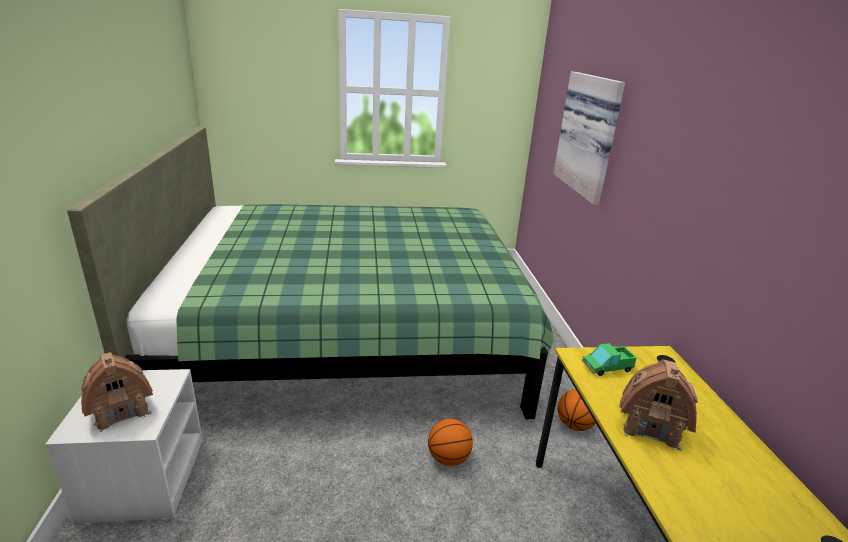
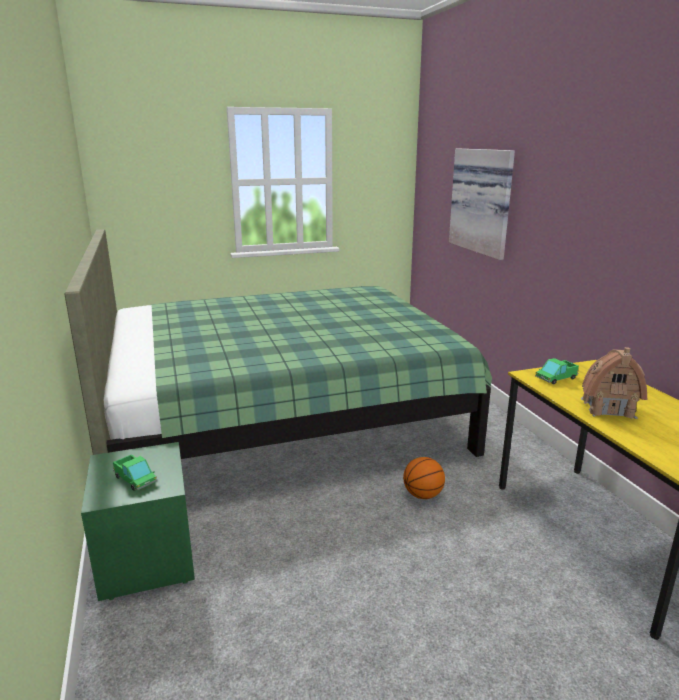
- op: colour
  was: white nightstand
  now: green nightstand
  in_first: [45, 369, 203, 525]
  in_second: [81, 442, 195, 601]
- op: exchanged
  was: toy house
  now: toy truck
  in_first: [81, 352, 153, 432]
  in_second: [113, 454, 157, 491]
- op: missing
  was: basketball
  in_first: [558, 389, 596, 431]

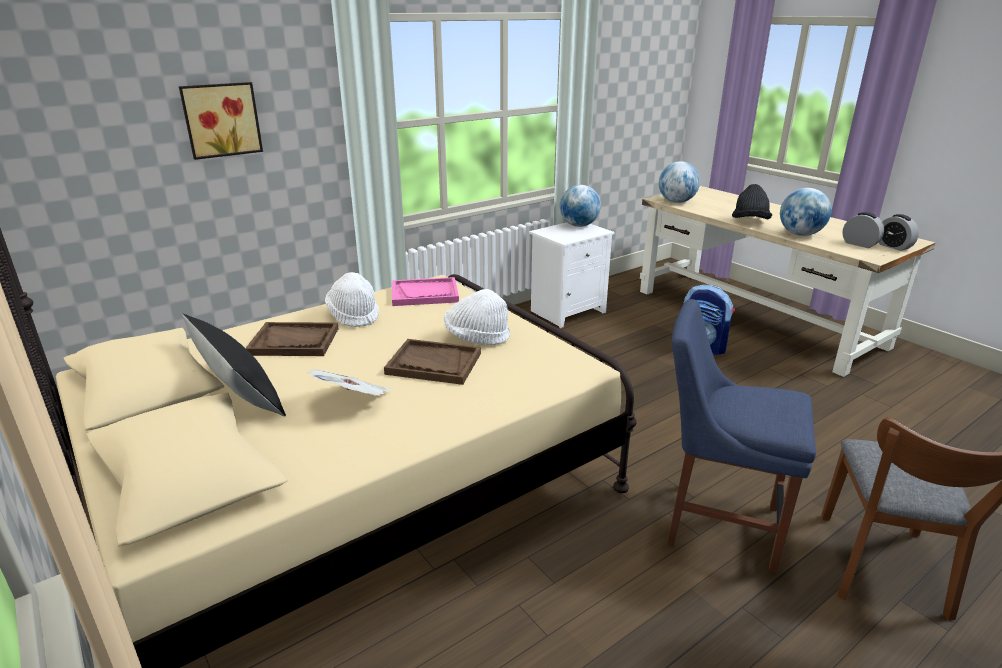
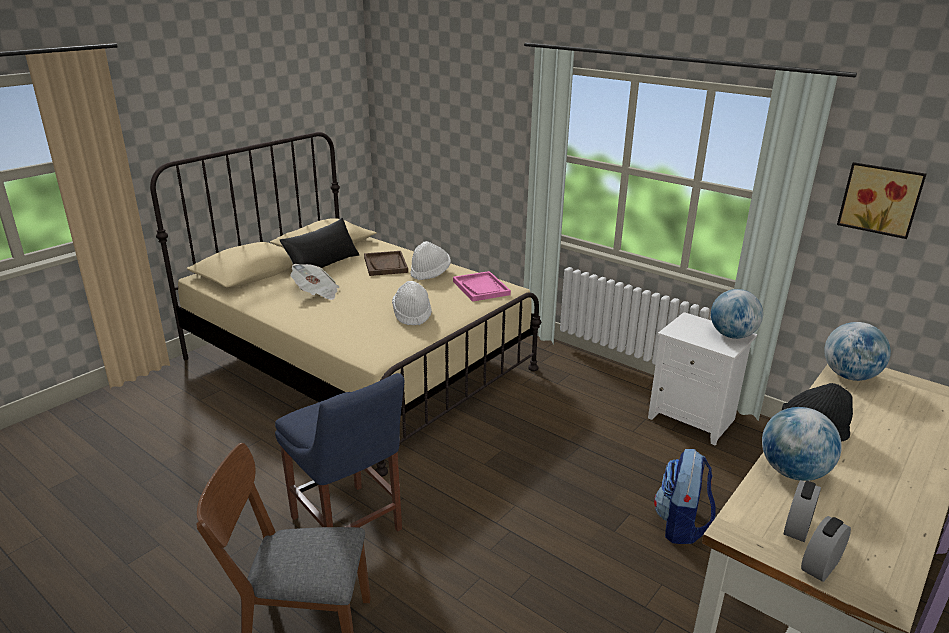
- op: relocated
  was: picture
  in_first: [179, 82, 263, 160]
  in_second: [837, 162, 926, 239]
- op: missing
  was: brown tray
  in_first: [384, 339, 481, 385]
- op: spun
  was: blue chair
  in_first: [667, 299, 816, 573]
  in_second: [275, 373, 404, 531]
  clockwise: 135

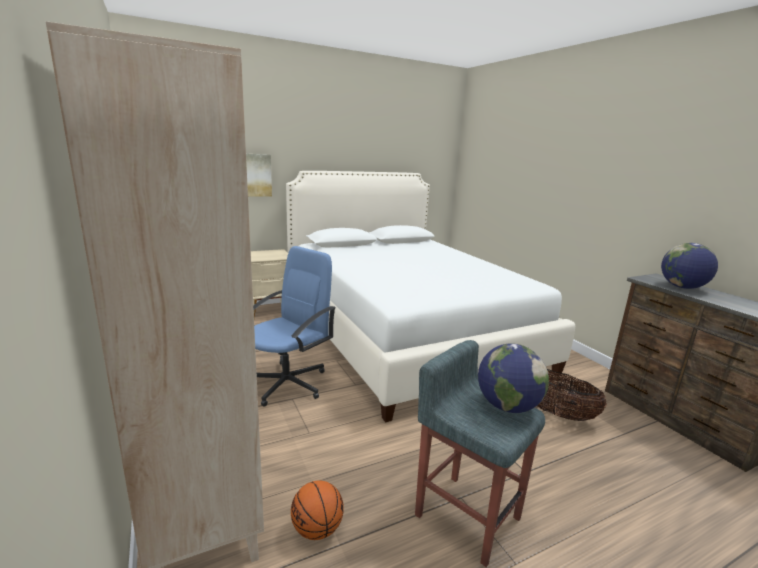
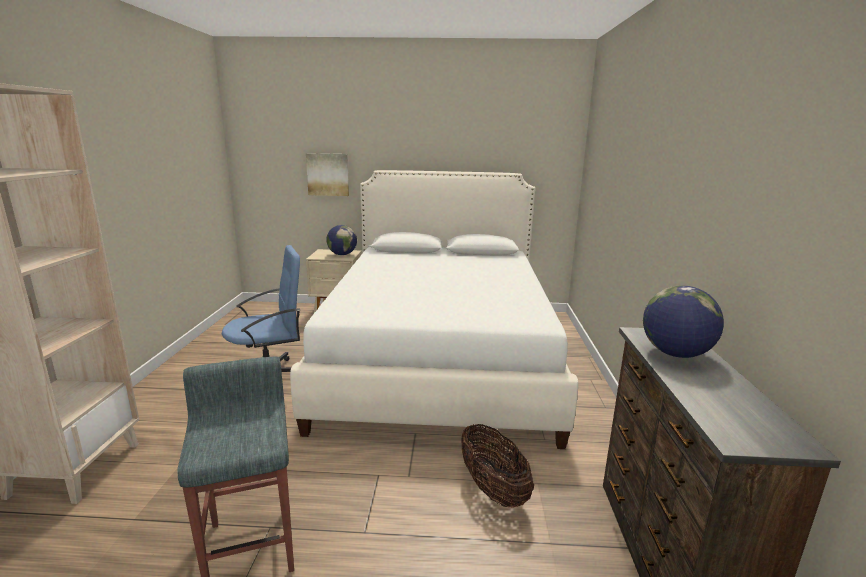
- op: missing
  was: basketball
  in_first: [291, 480, 344, 540]
- op: relocated
  was: globe
  in_first: [478, 343, 549, 413]
  in_second: [326, 225, 357, 255]

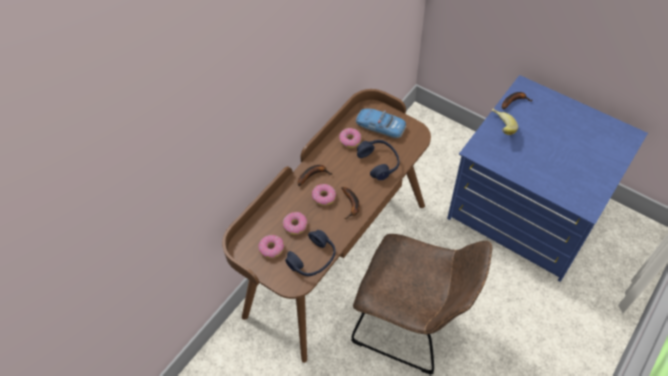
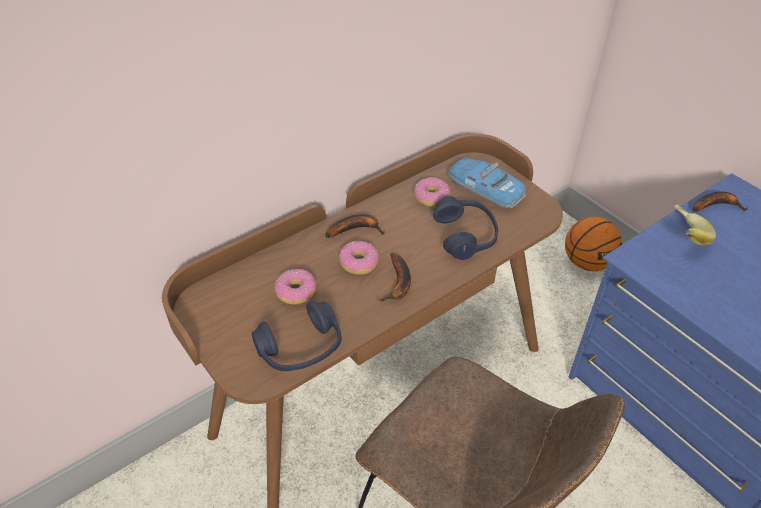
- op: missing
  was: donut
  in_first: [258, 235, 284, 258]
- op: appeared
  now: basketball
  in_second: [565, 217, 622, 271]

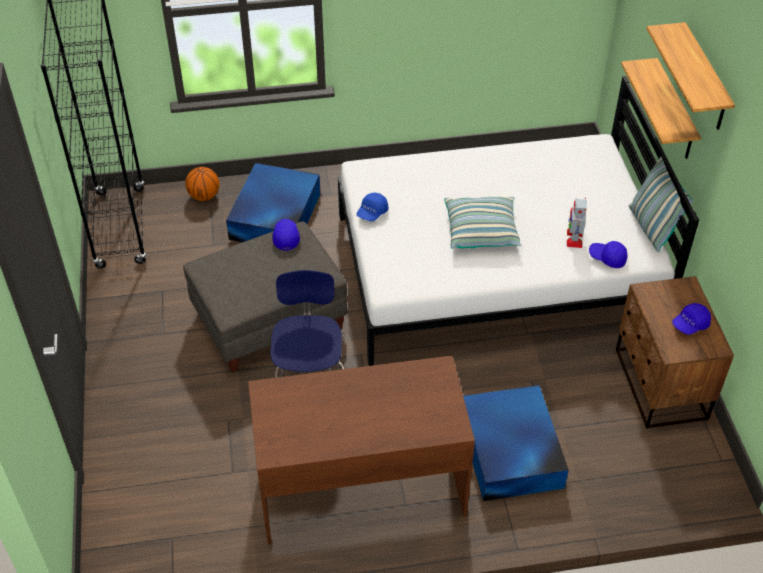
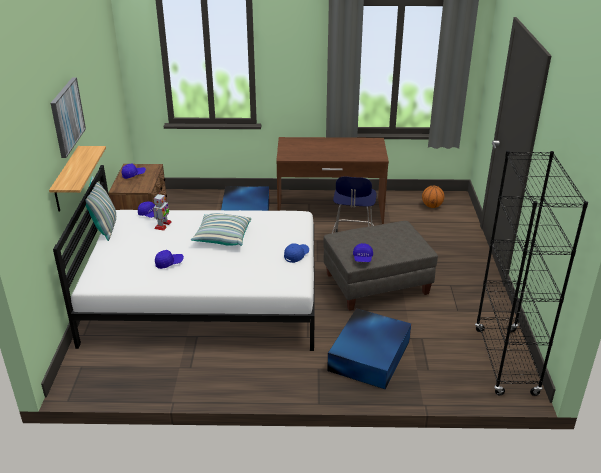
- op: relocated
  was: basketball
  in_first: [185, 167, 220, 201]
  in_second: [422, 185, 444, 208]
- op: exchanged
  was: shelf
  now: picture
  in_first: [647, 22, 735, 130]
  in_second: [51, 77, 86, 158]
- op: appeared
  now: blue cap
  in_second: [155, 250, 184, 269]

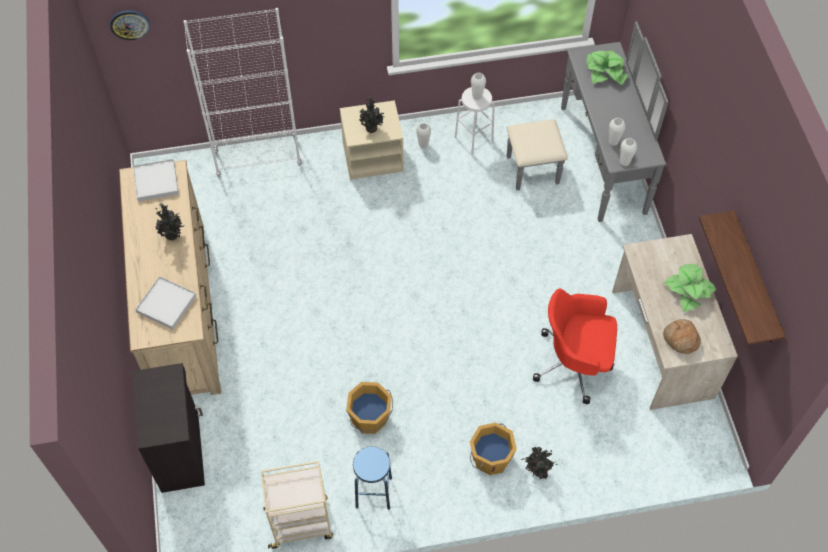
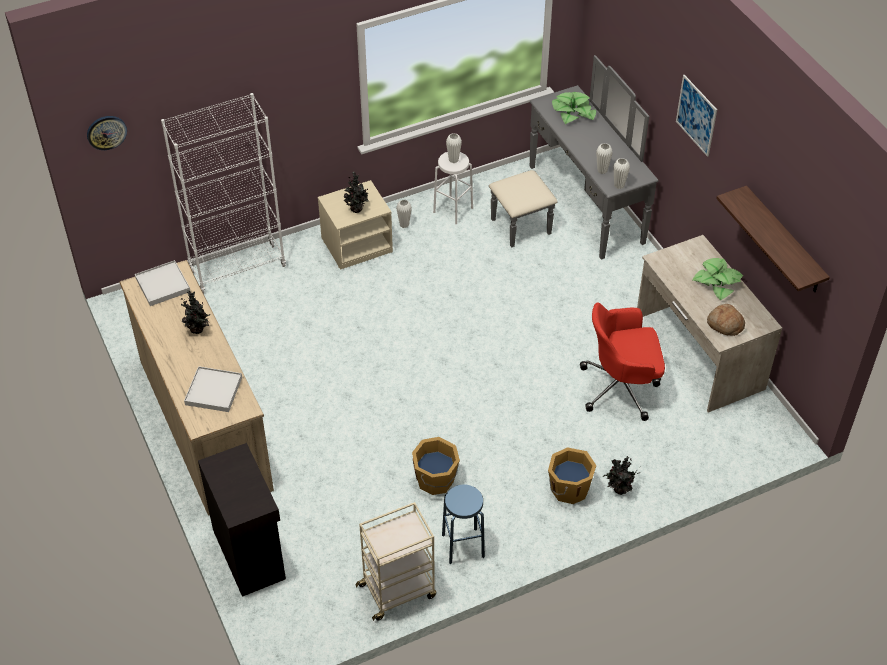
- op: appeared
  now: picture
  in_second: [676, 75, 717, 157]

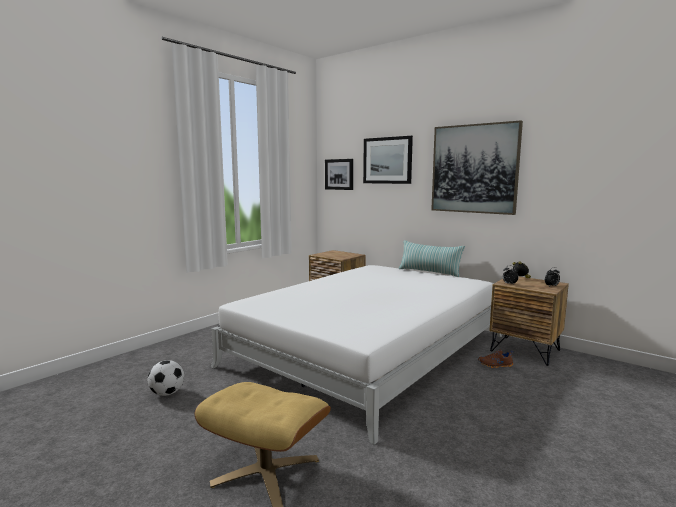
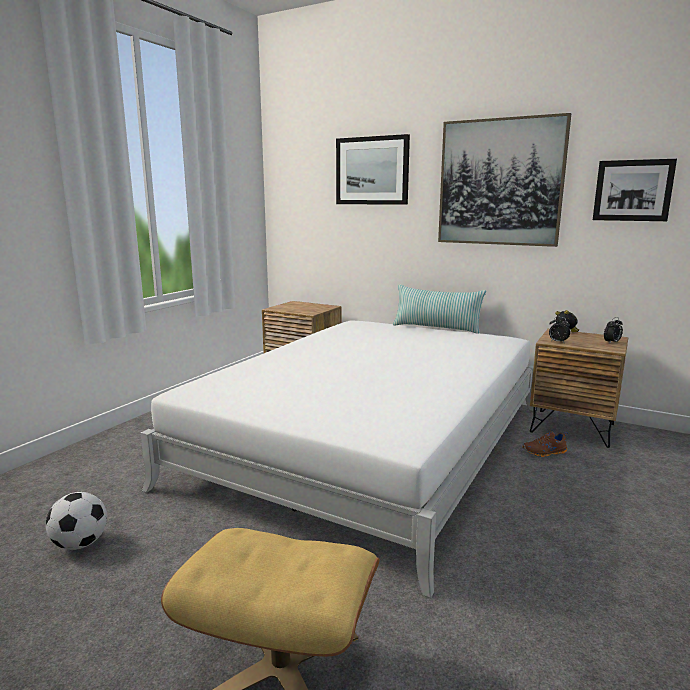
- op: relocated
  was: picture
  in_first: [325, 159, 353, 190]
  in_second: [593, 159, 677, 221]

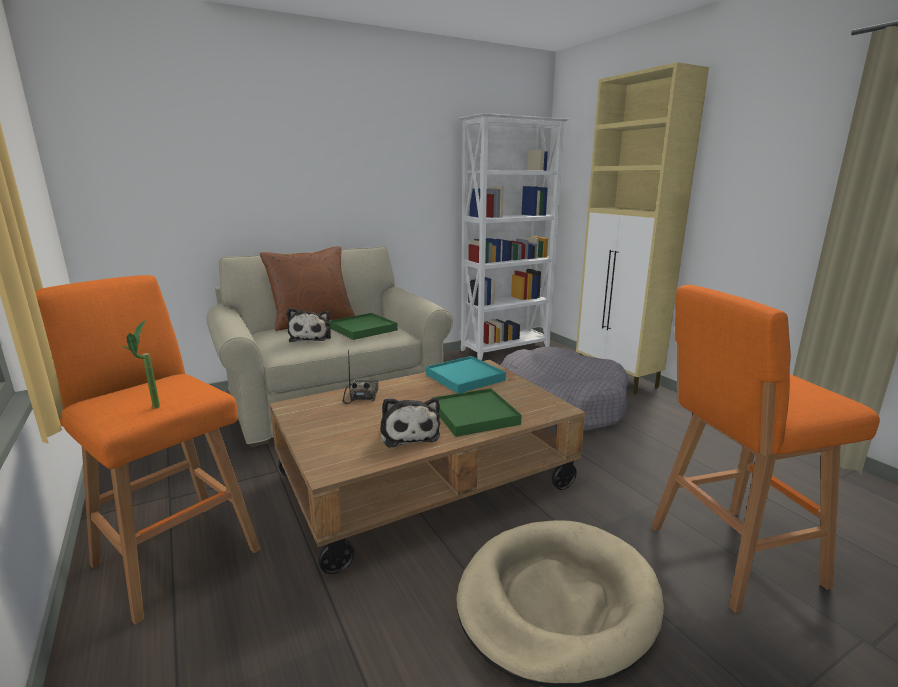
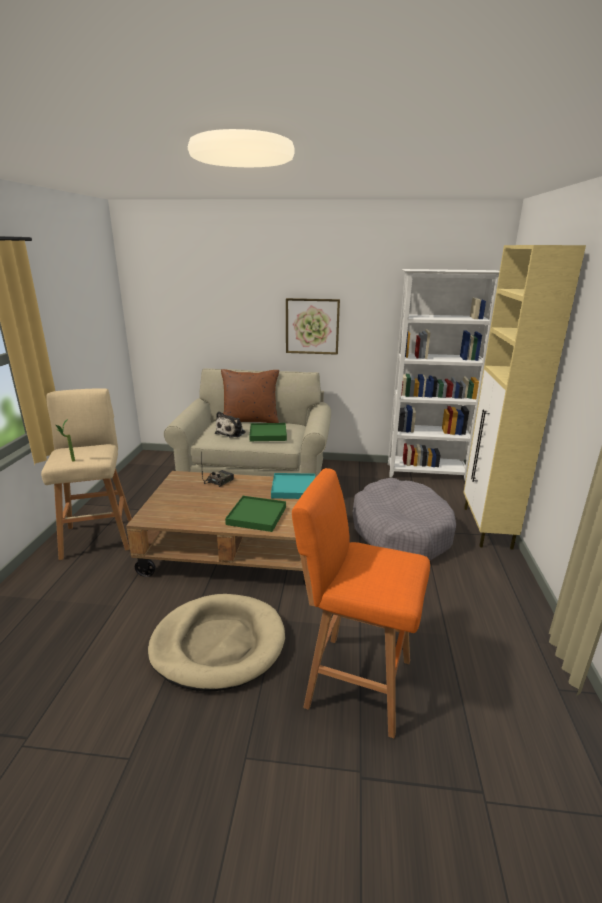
- op: colour
  was: orange stool
  now: beige stool
  in_first: [35, 275, 261, 625]
  in_second: [41, 388, 132, 560]
- op: missing
  was: plush toy
  in_first: [380, 398, 440, 448]
- op: appeared
  now: picture
  in_second: [286, 298, 340, 355]

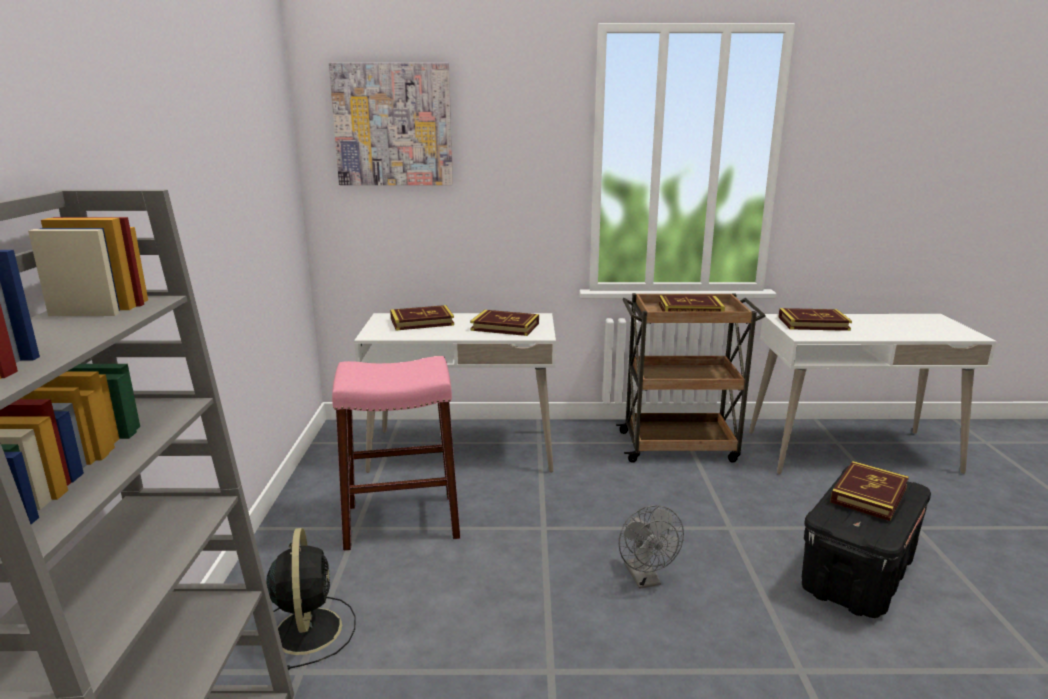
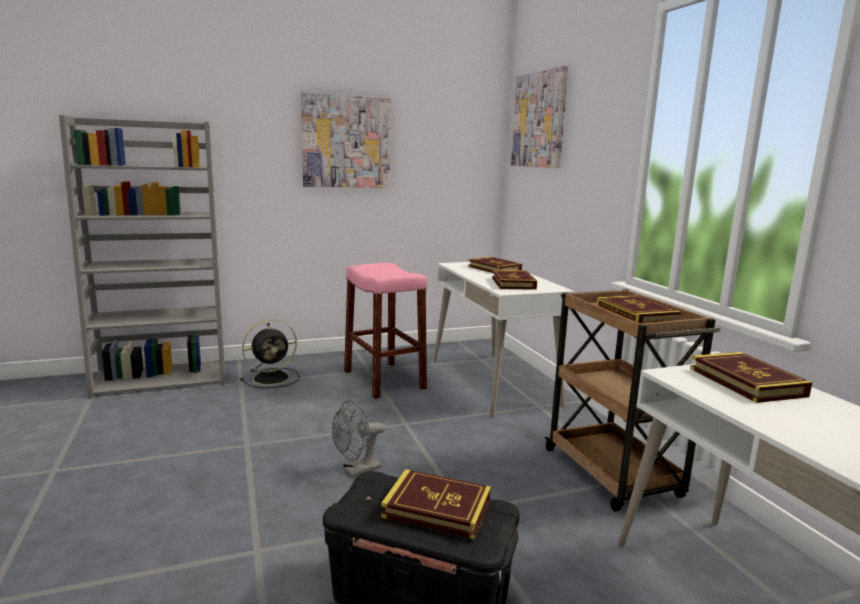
- op: appeared
  now: picture
  in_second: [301, 92, 391, 188]

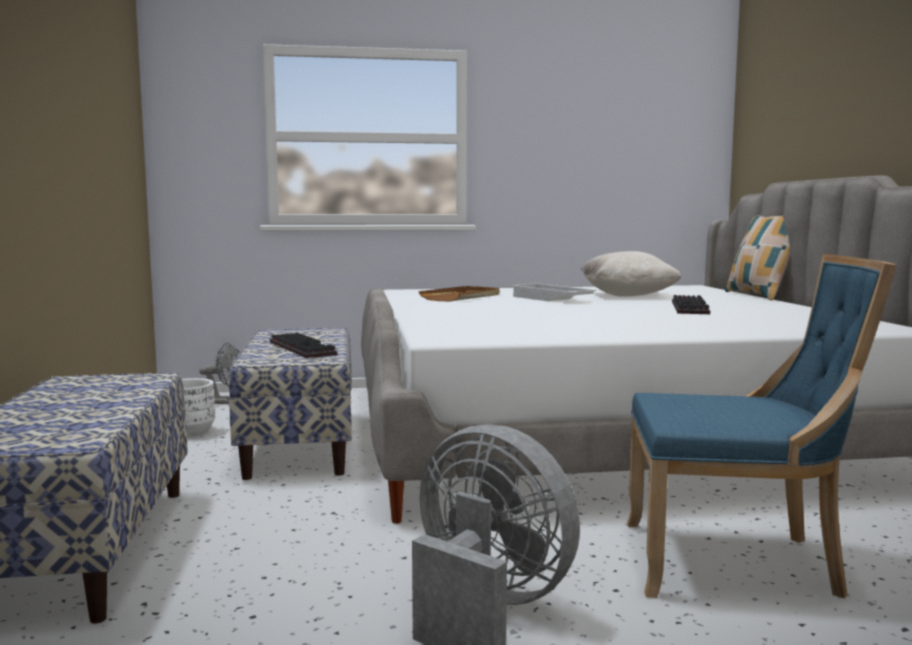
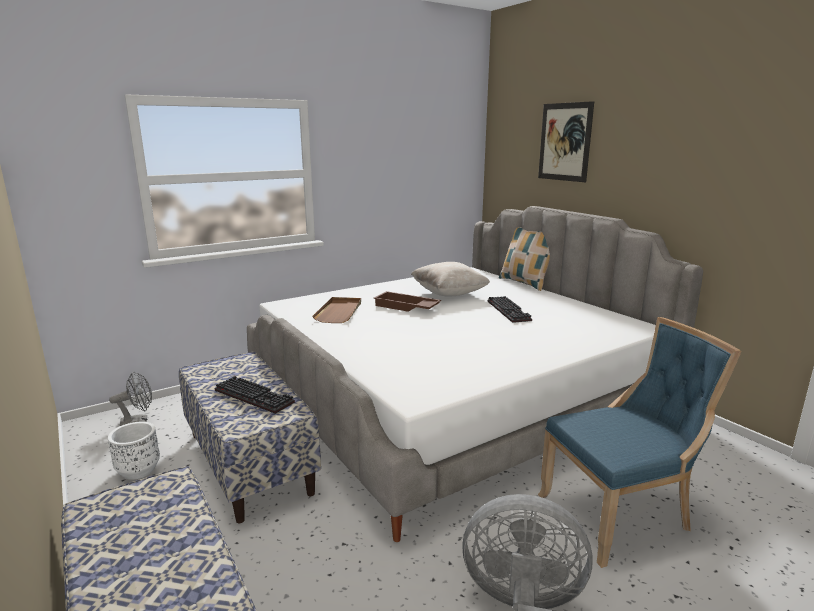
- op: colour
  was: white tray
  now: brown tray
  in_first: [511, 283, 596, 301]
  in_second: [373, 291, 441, 312]
- op: appeared
  now: picture
  in_second: [538, 101, 594, 182]

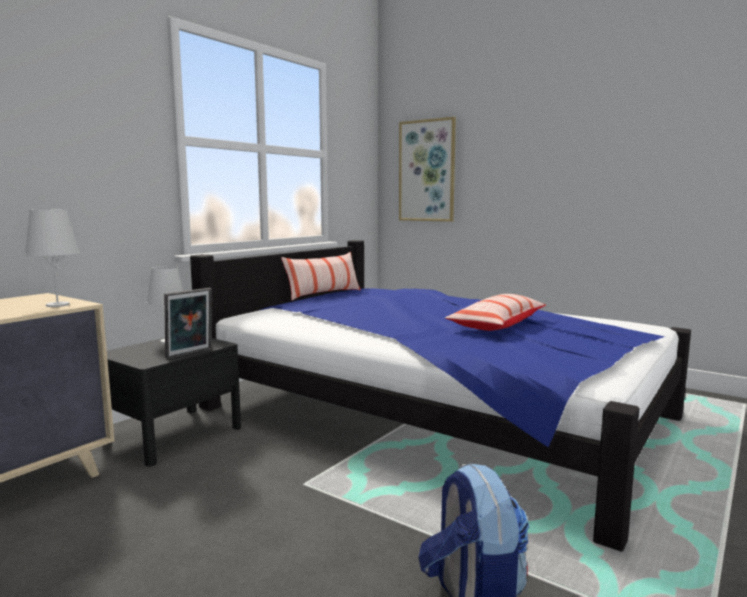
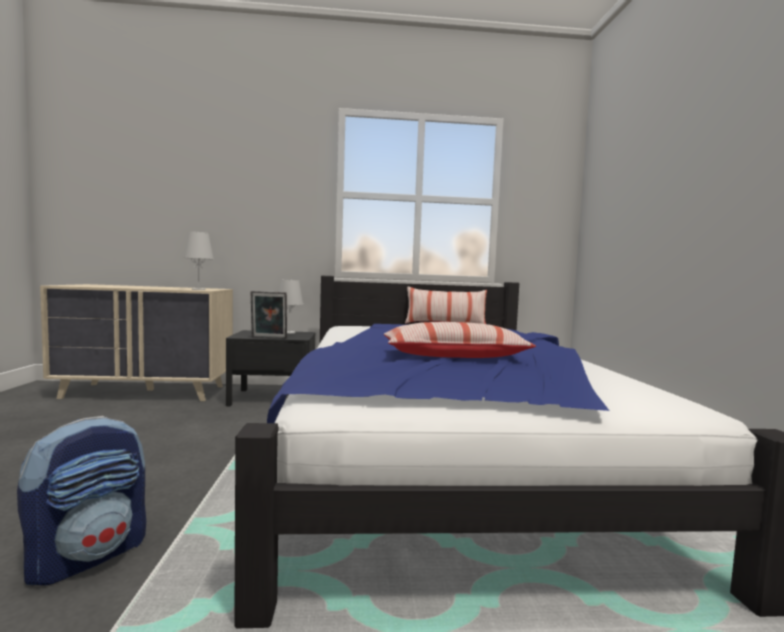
- op: missing
  was: picture
  in_first: [399, 117, 456, 222]

